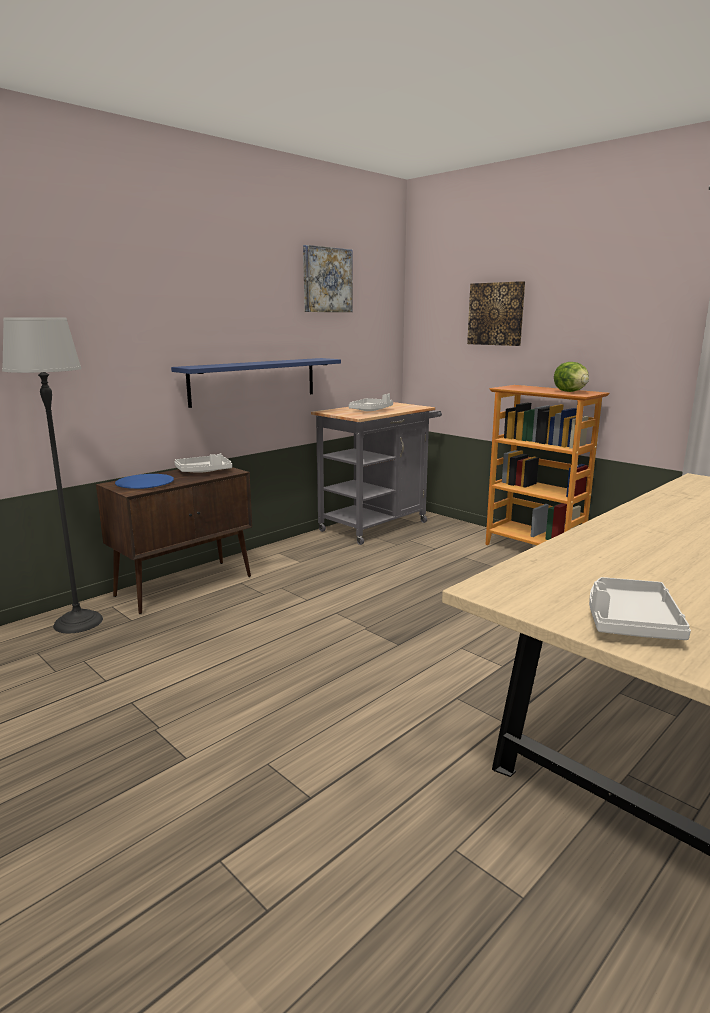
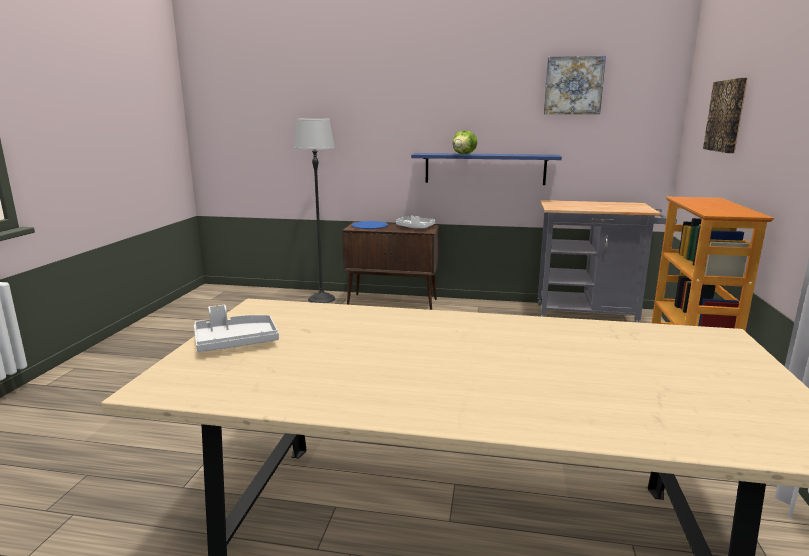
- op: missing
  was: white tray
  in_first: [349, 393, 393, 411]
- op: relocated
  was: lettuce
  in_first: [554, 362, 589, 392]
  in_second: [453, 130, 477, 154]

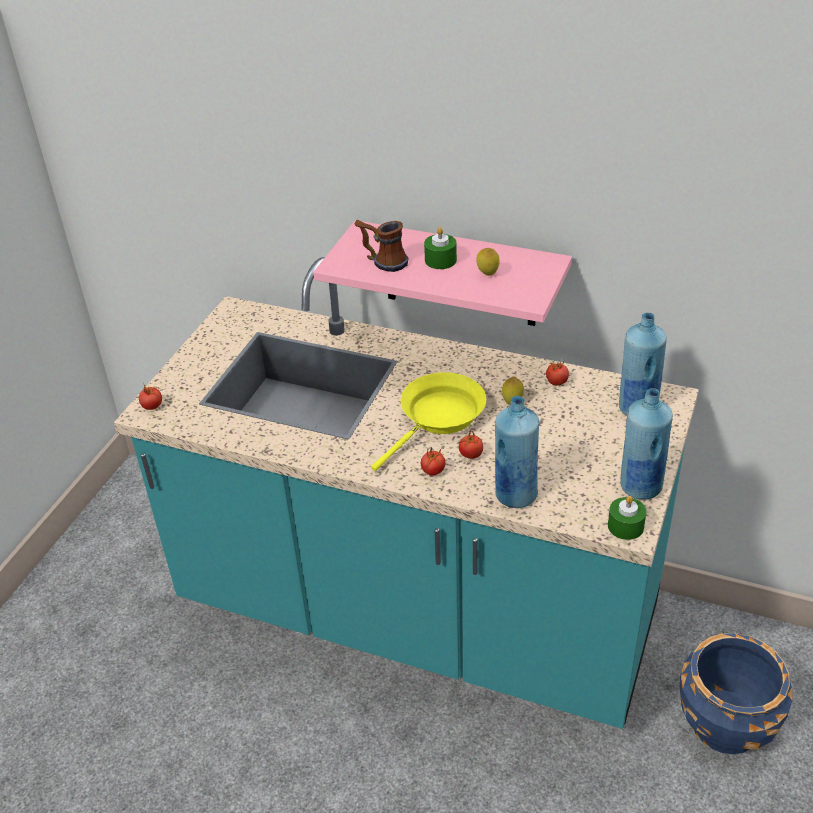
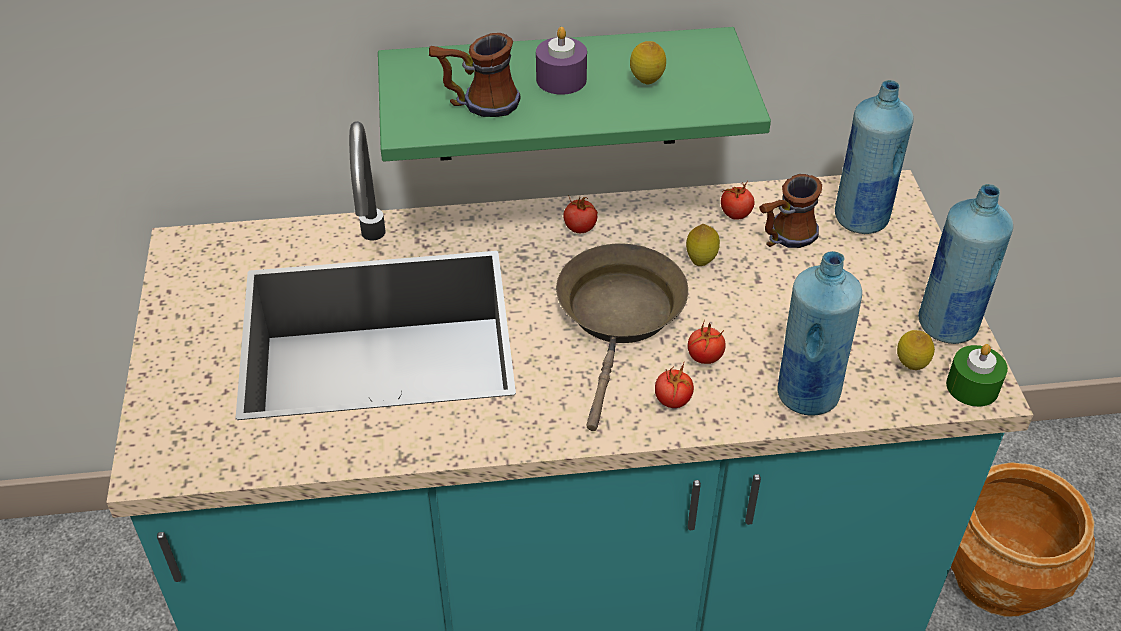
- op: relocated
  was: tomato
  in_first: [139, 382, 162, 410]
  in_second: [563, 195, 598, 233]
- op: colour
  was: pink shelf
  now: green shelf
  in_first: [313, 220, 572, 326]
  in_second: [378, 27, 771, 161]
- op: colour
  was: yellow frying pan
  now: brown frying pan
  in_first: [371, 372, 486, 471]
  in_second: [556, 244, 688, 431]
- op: colour
  was: green candle
  now: purple candle
  in_first: [424, 227, 457, 269]
  in_second: [536, 27, 587, 95]
- op: colour
  was: blue planter
  now: brown planter
  in_first: [680, 633, 793, 754]
  in_second: [951, 462, 1095, 616]
- op: appeared
  now: mug
  in_second: [759, 174, 822, 248]
- op: appeared
  now: lemon
  in_second: [897, 330, 935, 370]

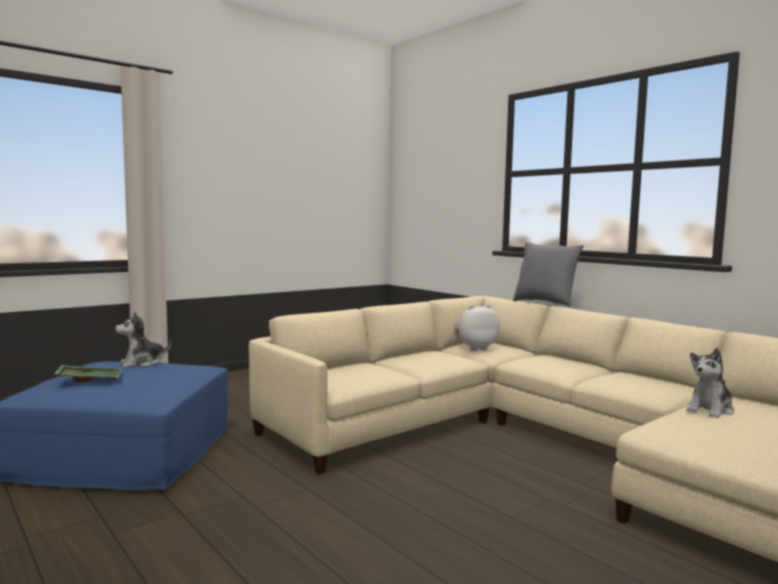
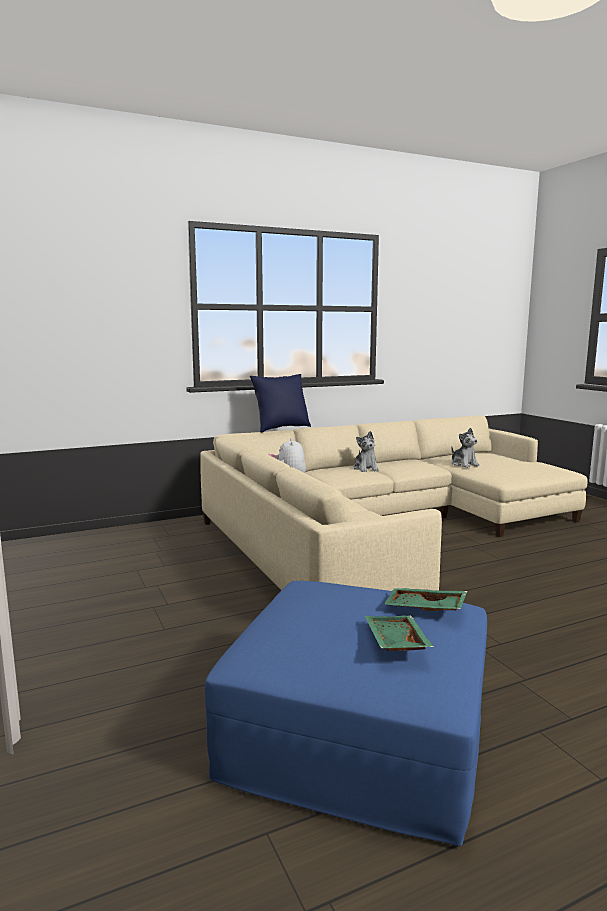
- op: relocated
  was: plush toy
  in_first: [115, 311, 171, 368]
  in_second: [353, 431, 379, 472]
- op: colour
  was: grey pillow
  now: blue pillow
  in_first: [513, 242, 584, 307]
  in_second: [250, 374, 311, 433]
- op: appeared
  now: green tray
  in_second: [384, 588, 467, 611]

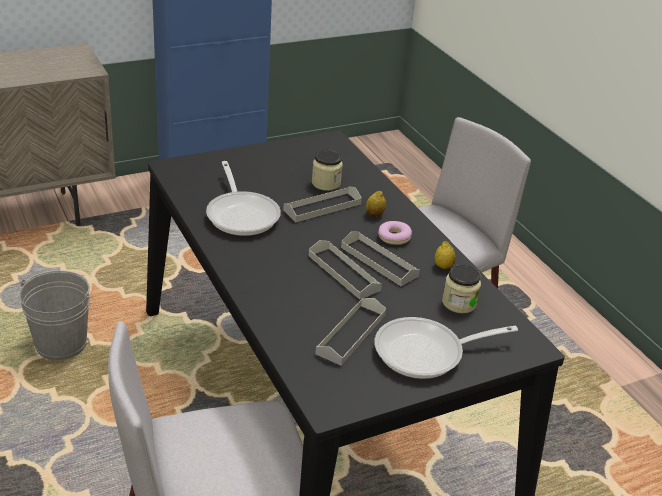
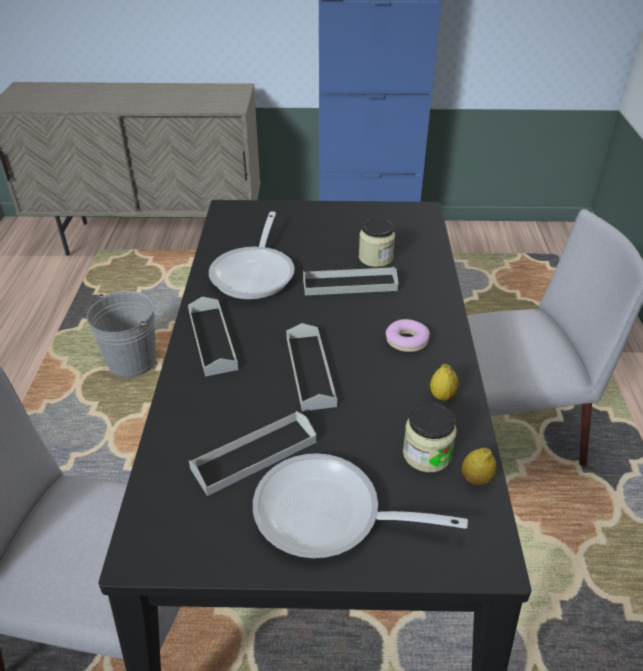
- op: relocated
  was: grey tray
  in_first: [341, 231, 420, 286]
  in_second: [188, 296, 238, 377]
- op: relocated
  was: lemon
  in_first: [366, 191, 386, 217]
  in_second: [462, 448, 497, 485]

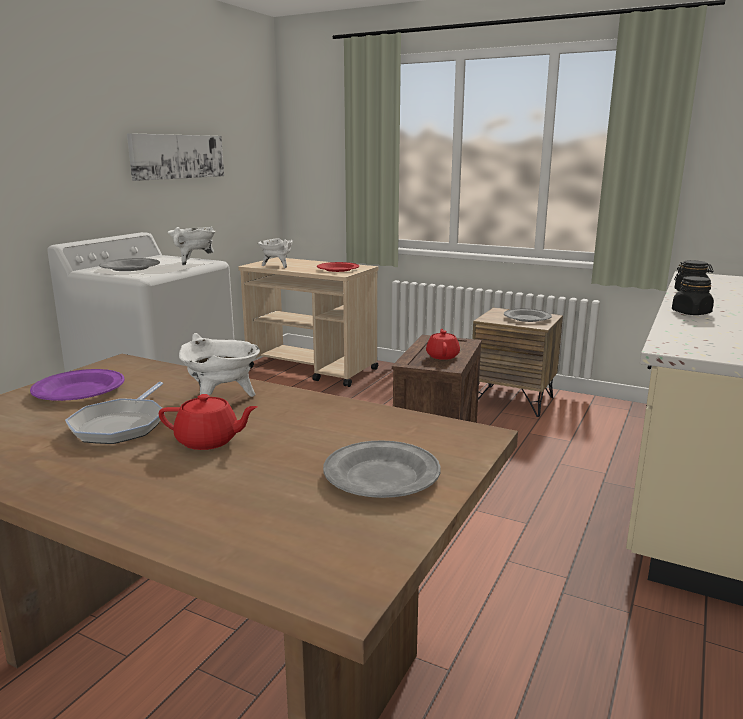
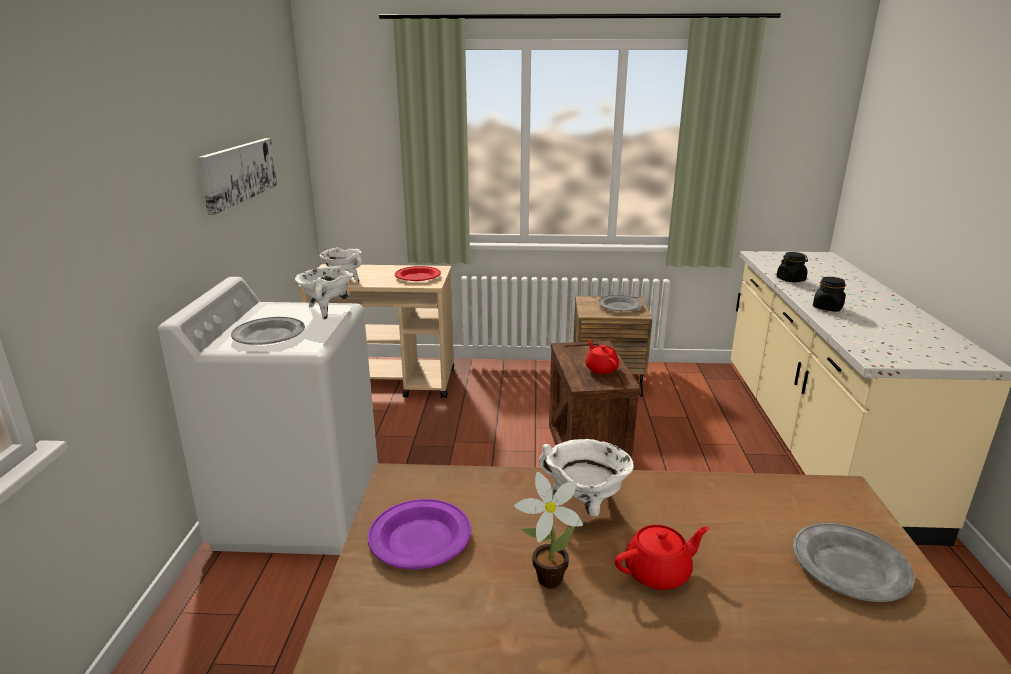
- op: exchanged
  was: frying pan
  now: potted plant
  in_first: [65, 382, 165, 444]
  in_second: [514, 472, 583, 589]

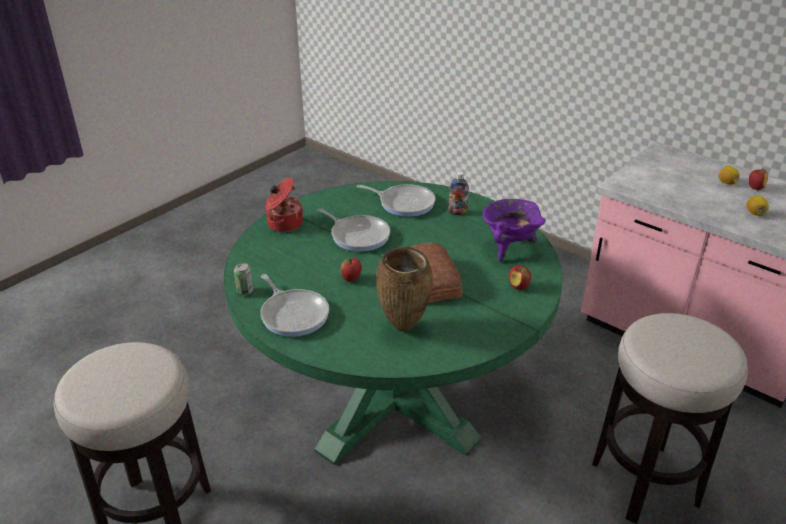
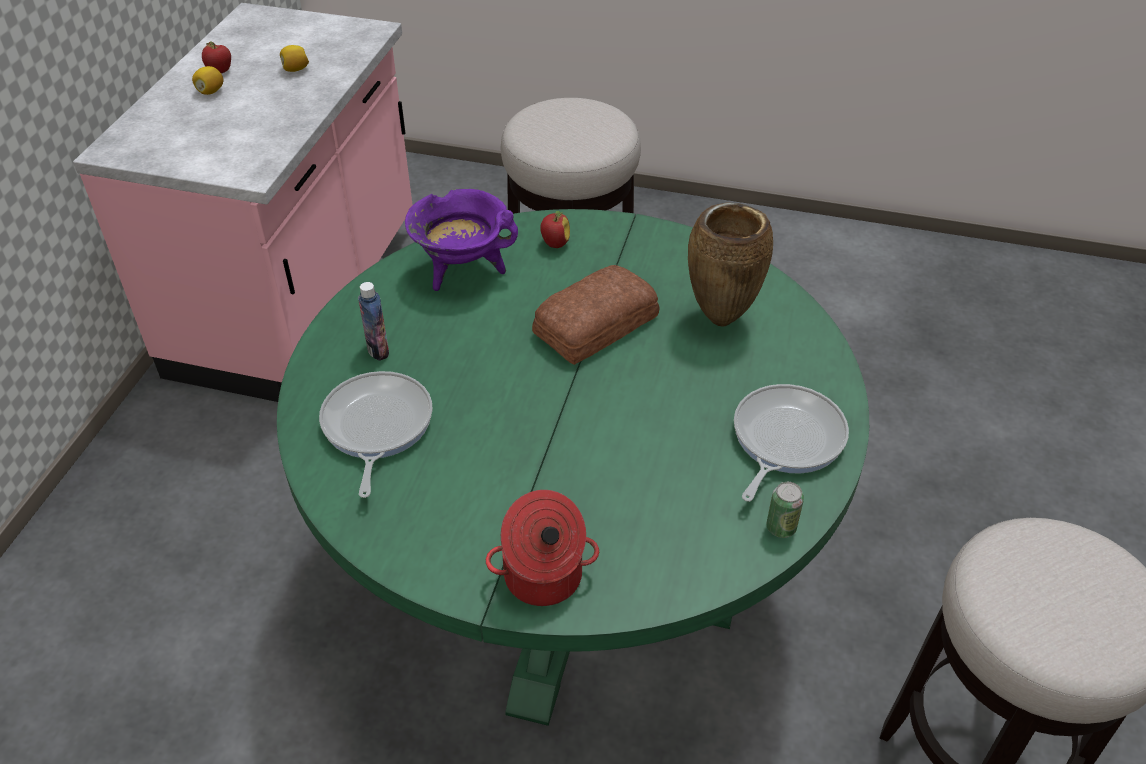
- op: missing
  was: frying pan
  in_first: [317, 208, 390, 252]
- op: missing
  was: apple
  in_first: [341, 258, 362, 282]

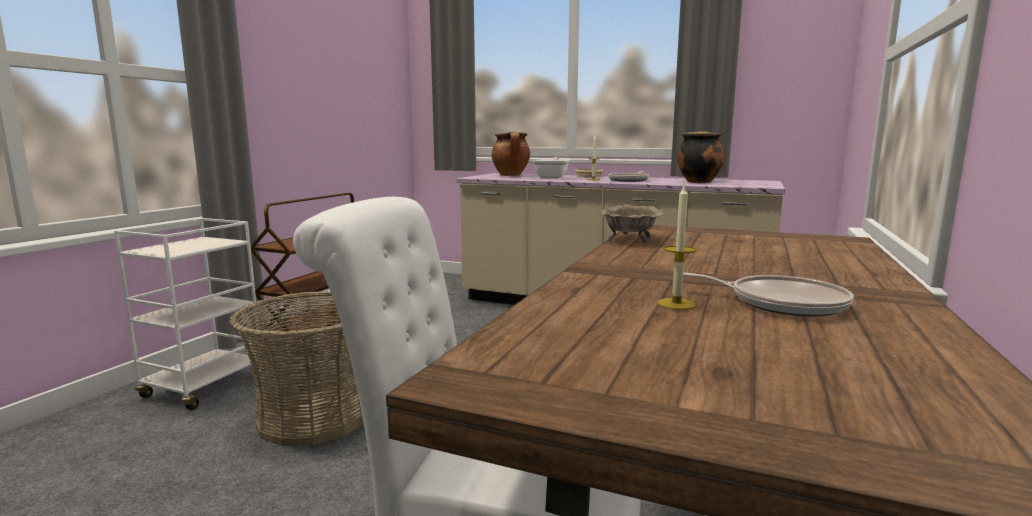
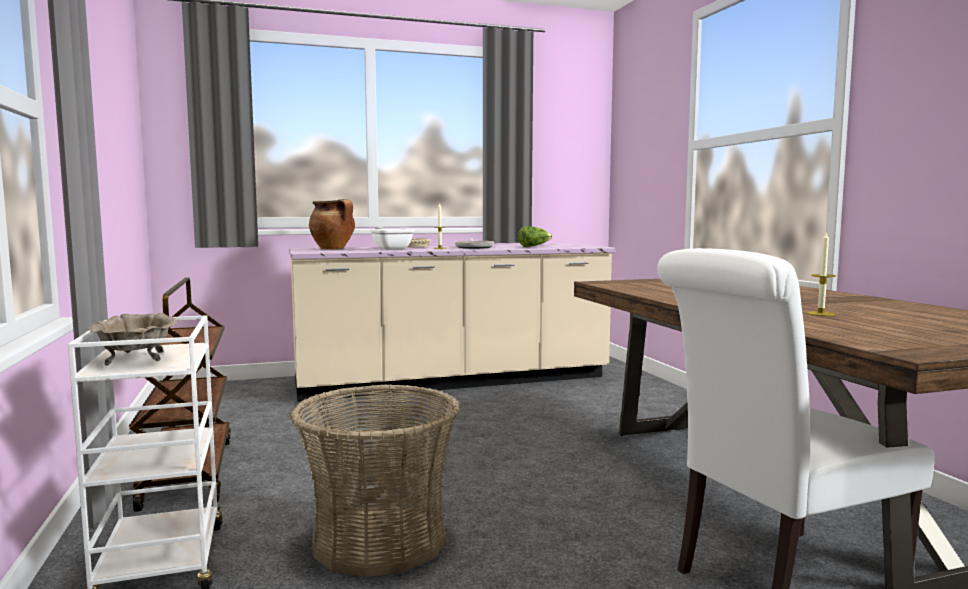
- op: relocated
  was: beige bowl
  in_first: [600, 204, 663, 243]
  in_second: [88, 313, 177, 366]
- op: exchanged
  was: cooking pot
  now: lettuce
  in_first: [677, 131, 725, 183]
  in_second: [518, 226, 552, 247]
- op: missing
  was: frying pan
  in_first: [683, 272, 854, 316]

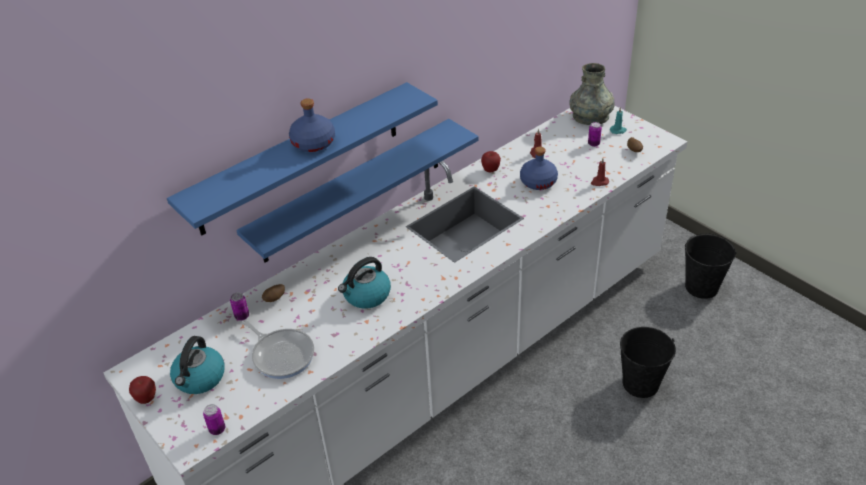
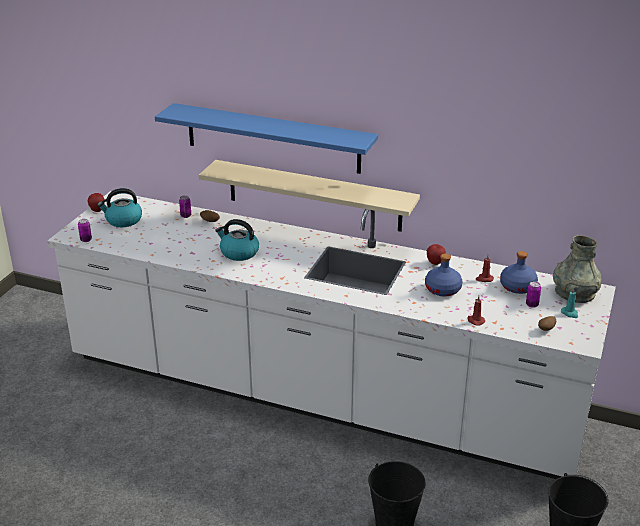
- op: colour
  was: blue shelf
  now: beige shelf
  in_first: [236, 119, 479, 263]
  in_second: [198, 160, 420, 232]
- op: missing
  was: frying pan
  in_first: [242, 320, 314, 379]
- op: relocated
  was: blue bottle
  in_first: [289, 98, 335, 152]
  in_second: [500, 251, 538, 294]

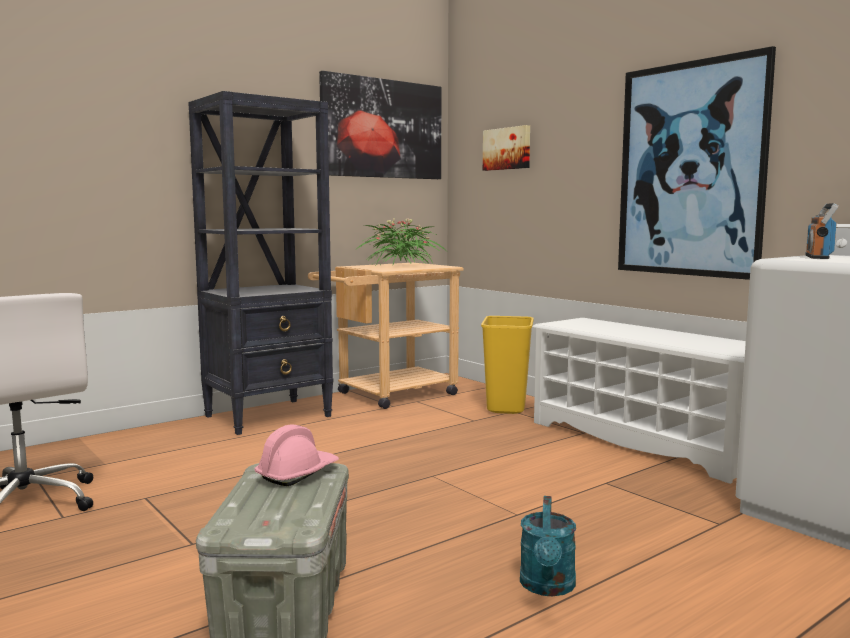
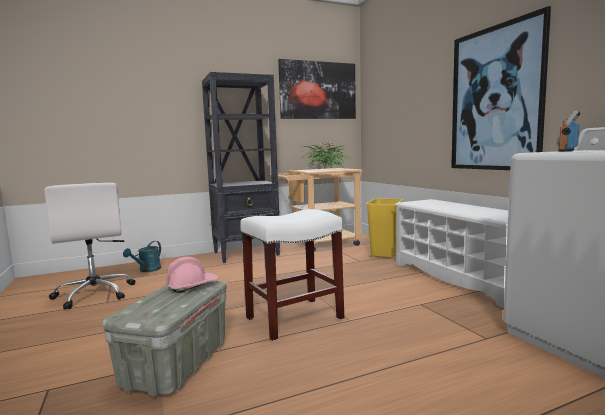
- op: missing
  was: picture
  in_first: [483, 125, 530, 171]
- op: relocated
  was: turquoise watering can
  in_first: [520, 496, 576, 596]
  in_second: [123, 241, 161, 272]
- op: appeared
  now: white stool
  in_second: [240, 209, 344, 341]

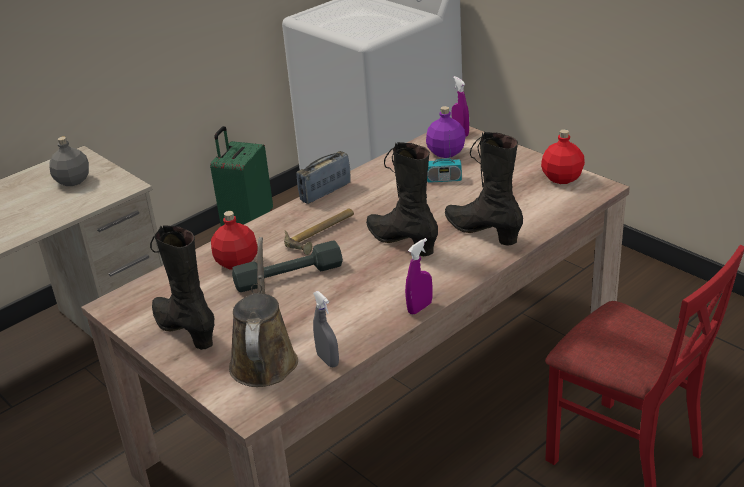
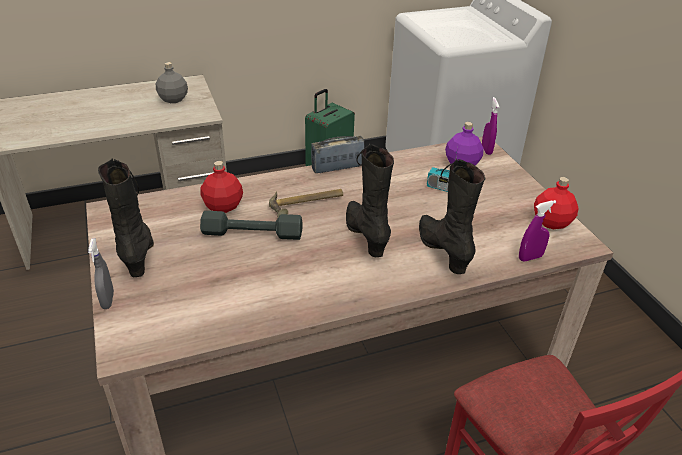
- op: missing
  was: brown watering can
  in_first: [229, 237, 298, 387]
- op: relocated
  was: grey spray bottle
  in_first: [313, 291, 339, 367]
  in_second: [88, 238, 114, 309]
- op: relocated
  was: purple spray bottle
  in_first: [405, 238, 433, 315]
  in_second: [519, 200, 556, 262]

